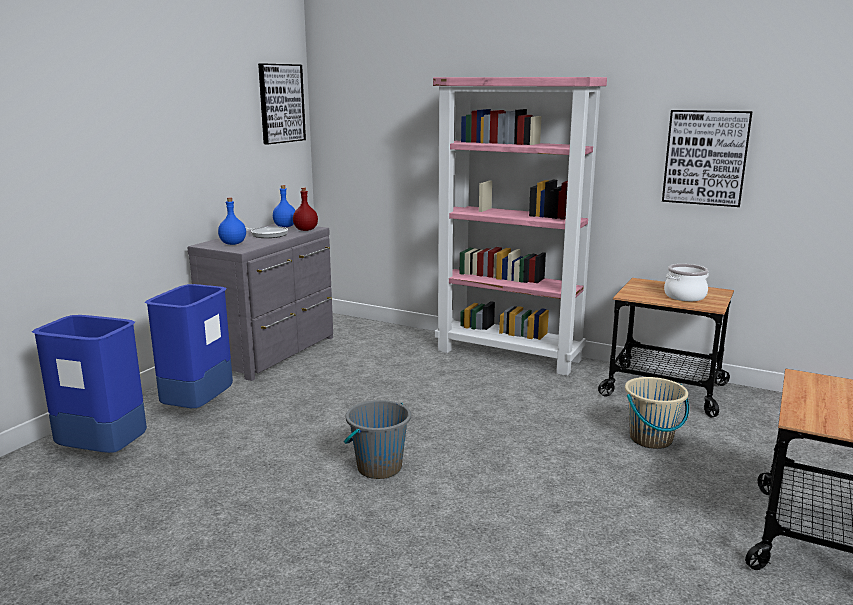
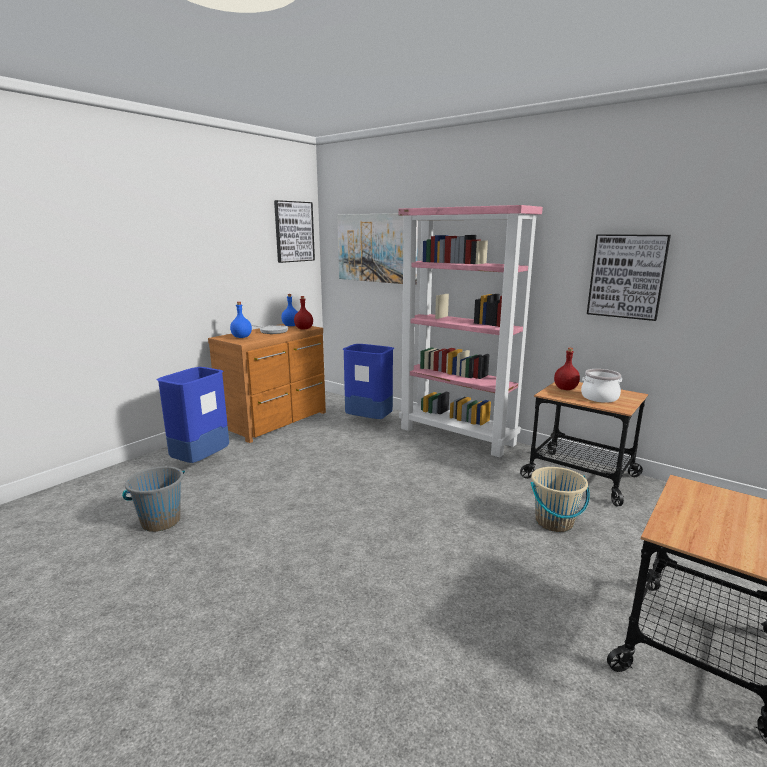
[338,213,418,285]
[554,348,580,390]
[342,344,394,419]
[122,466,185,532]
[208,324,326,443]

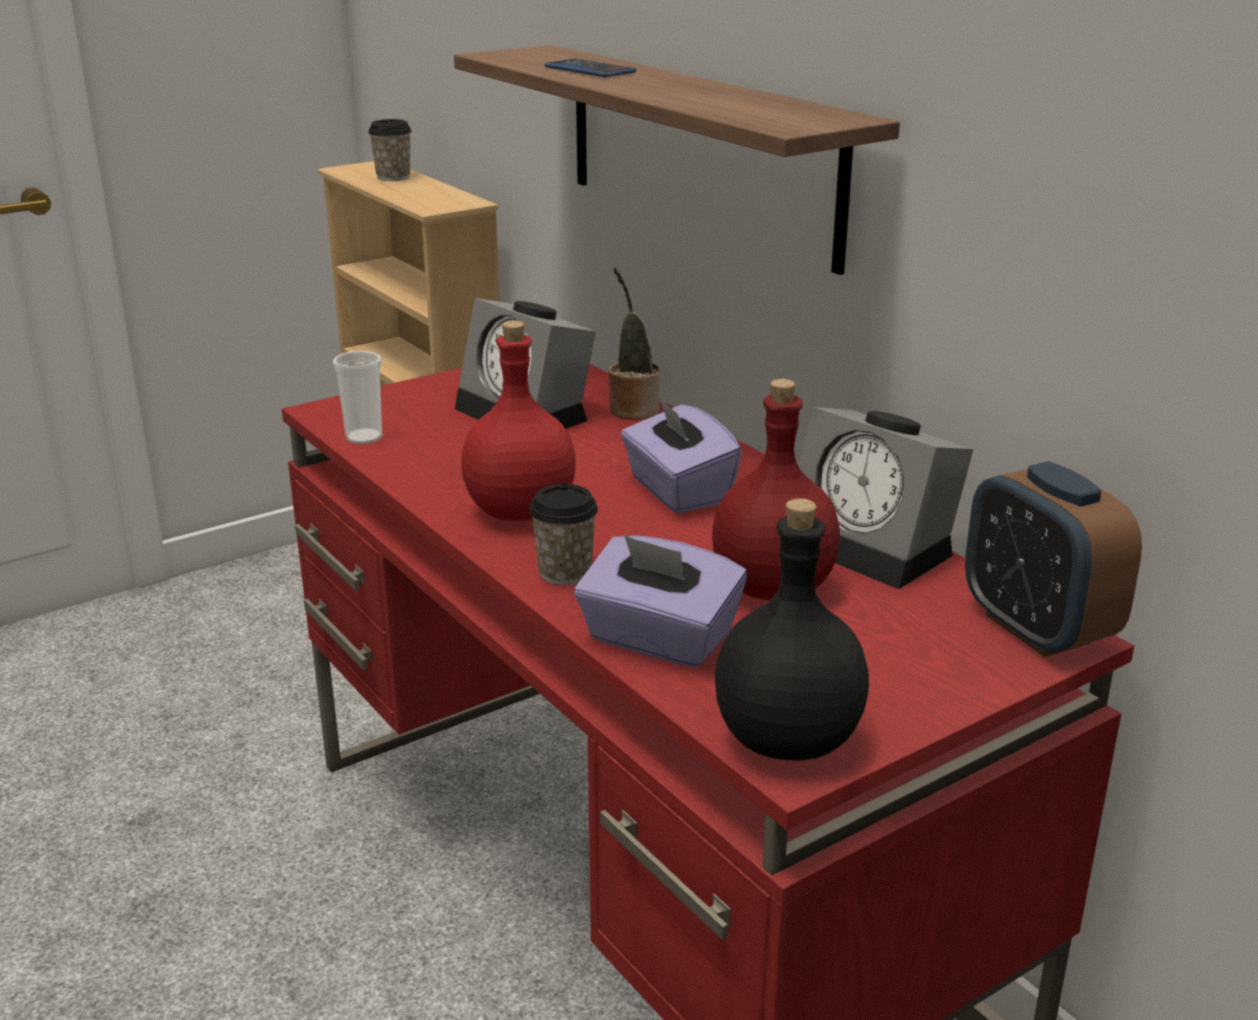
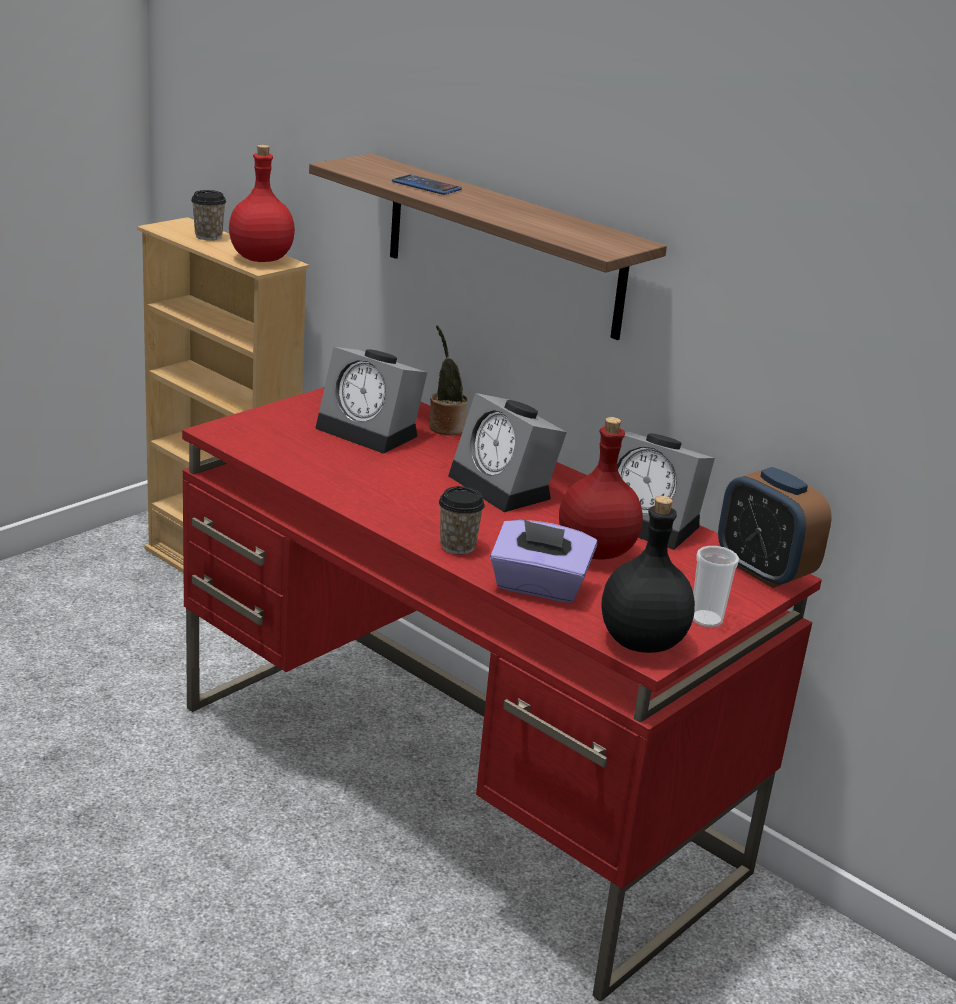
[693,546,739,628]
[229,145,295,262]
[448,393,567,512]

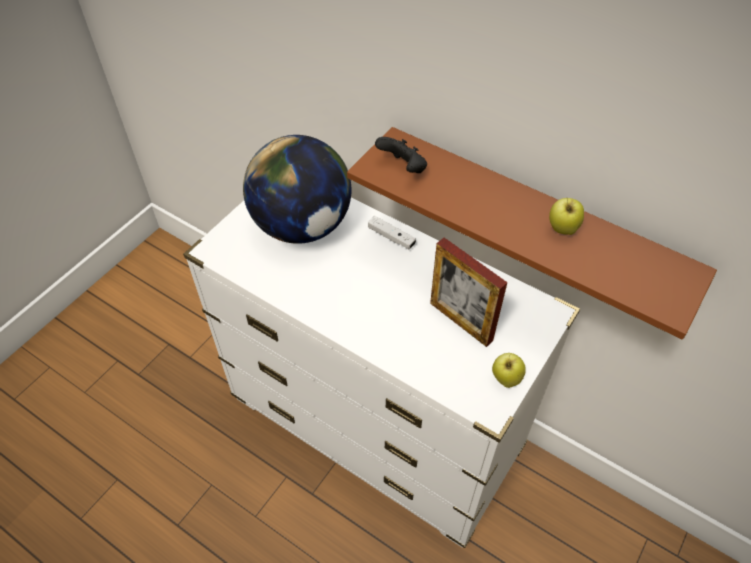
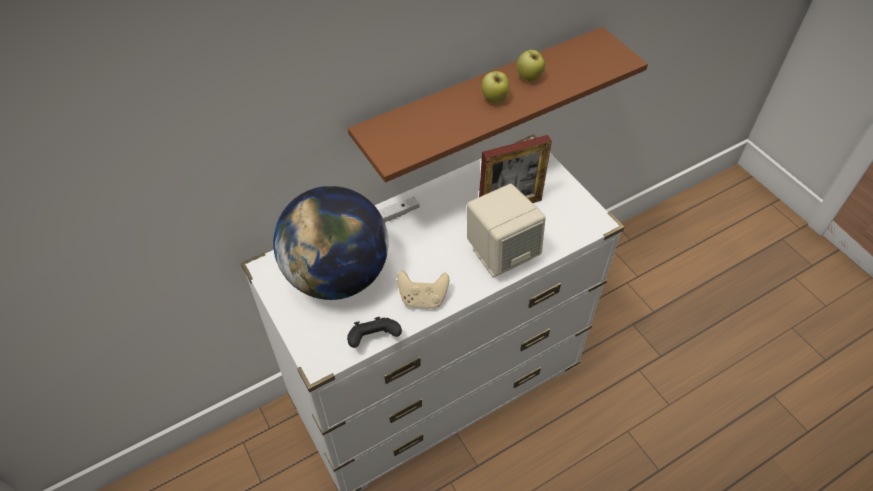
[397,270,449,309]
[467,184,546,278]
[347,317,402,348]
[481,71,510,103]

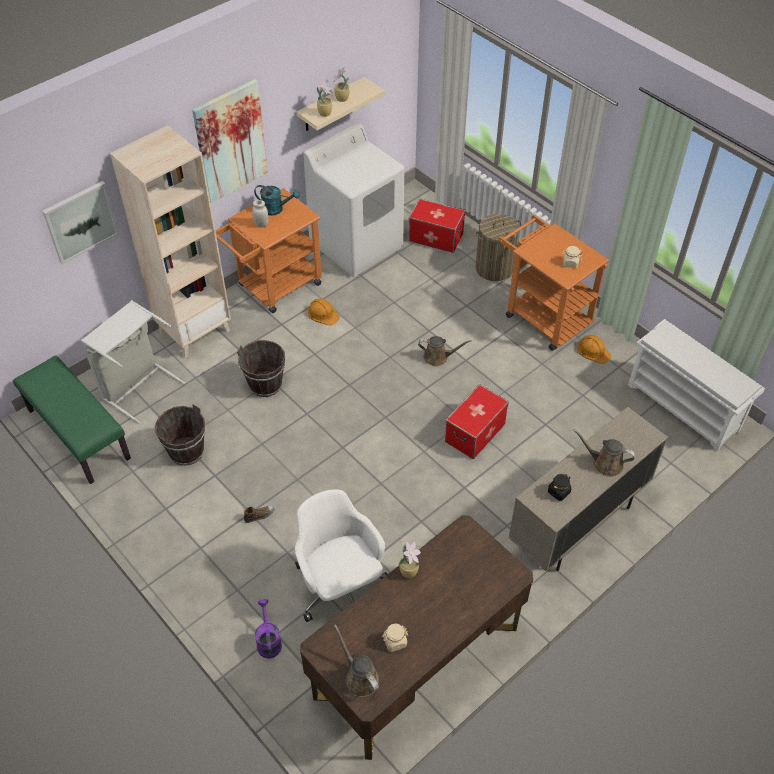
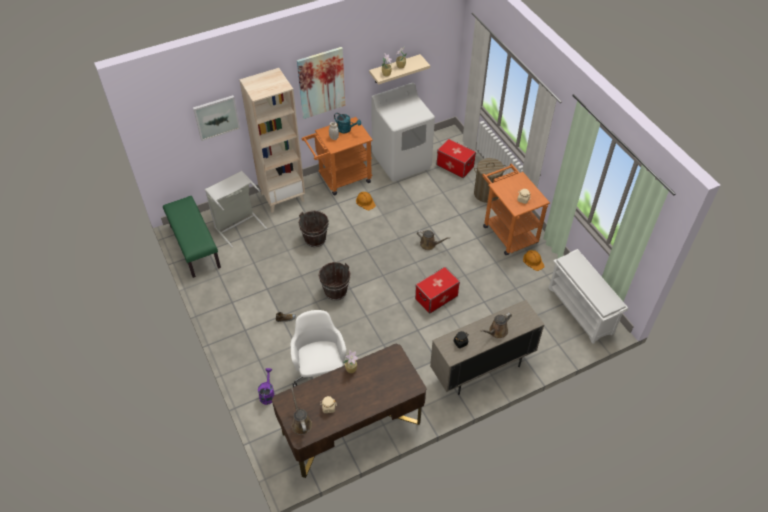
[318,262,351,301]
[480,312,512,338]

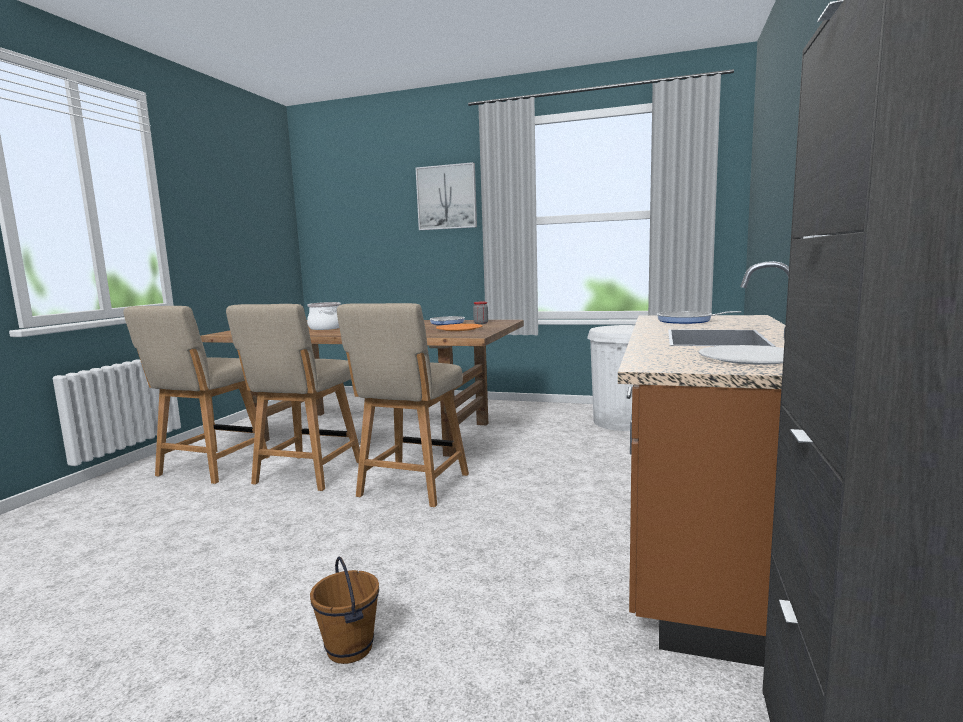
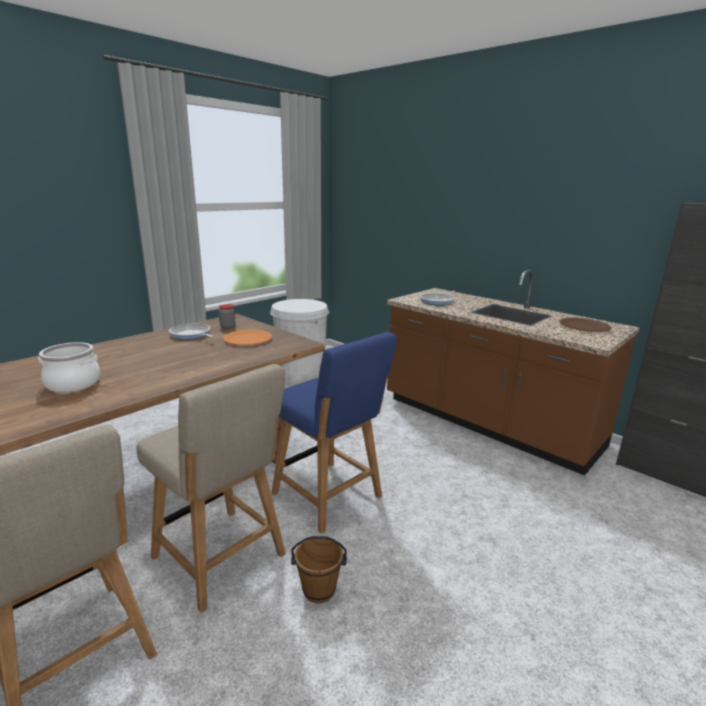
[416,162,477,230] (first image)
[291,536,347,604]
[271,332,397,534]
[559,318,612,332]

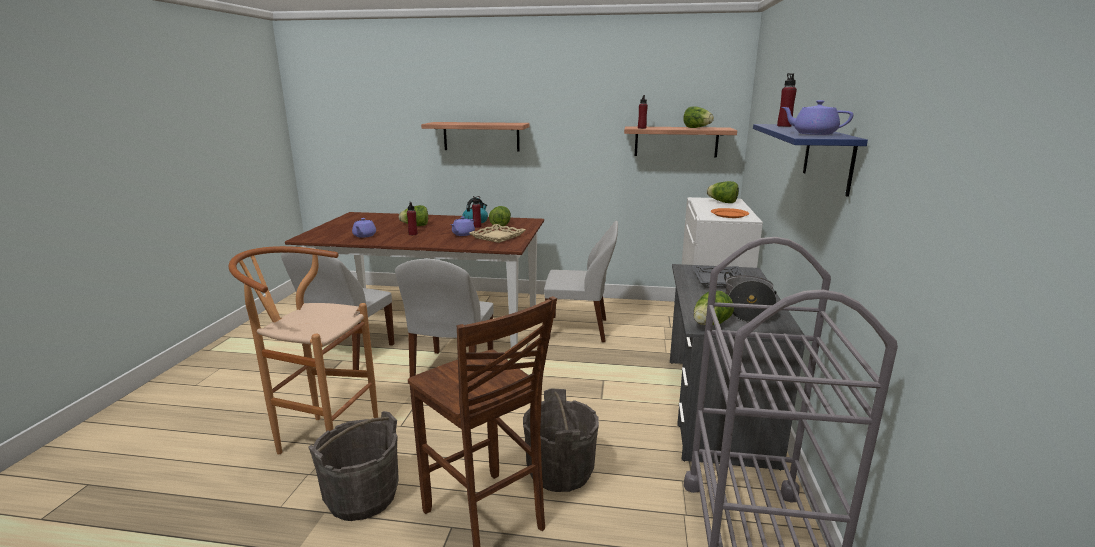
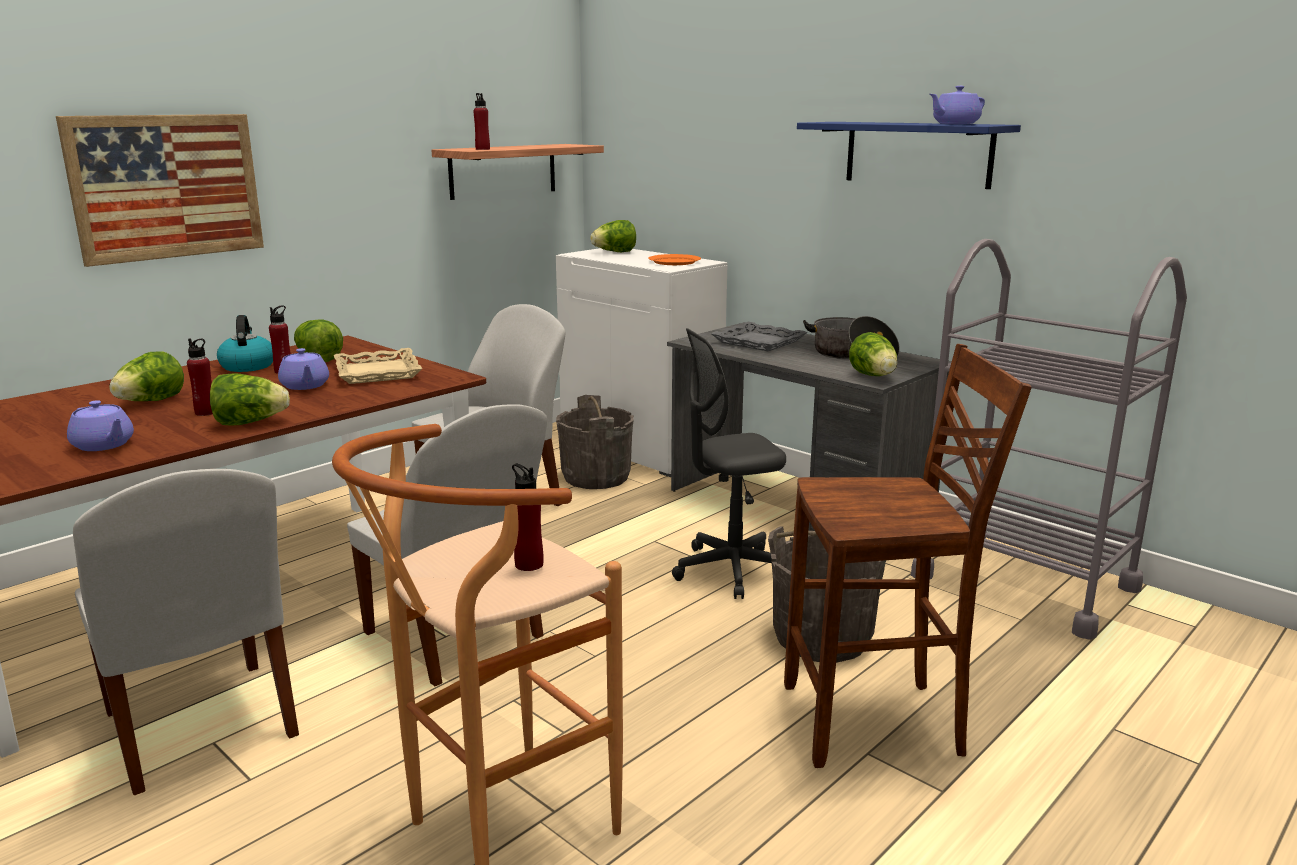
[672,328,786,599]
[556,395,634,489]
[210,373,290,425]
[512,464,544,571]
[56,114,264,267]

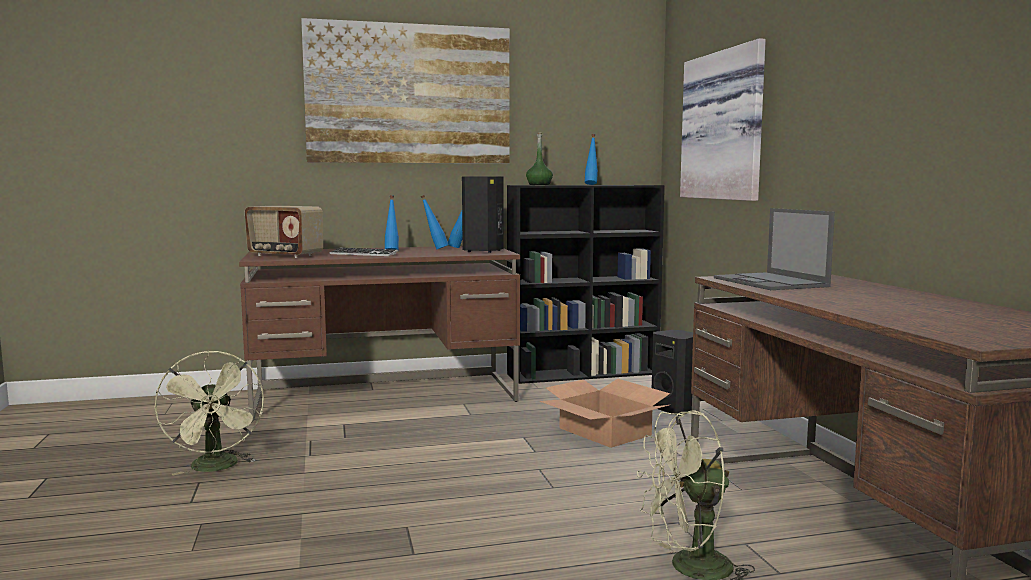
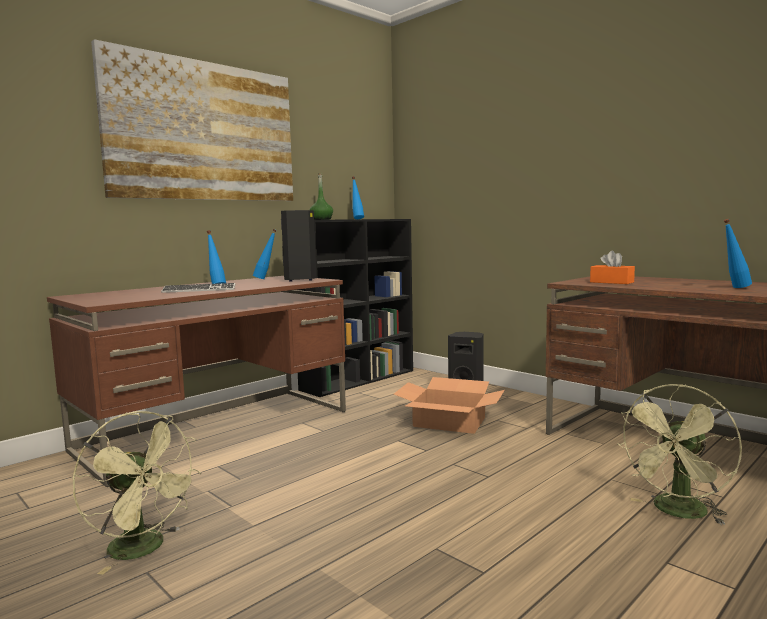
[245,206,323,258] (first image)
[680,38,766,201] (first image)
[724,219,752,288]
[590,251,635,284]

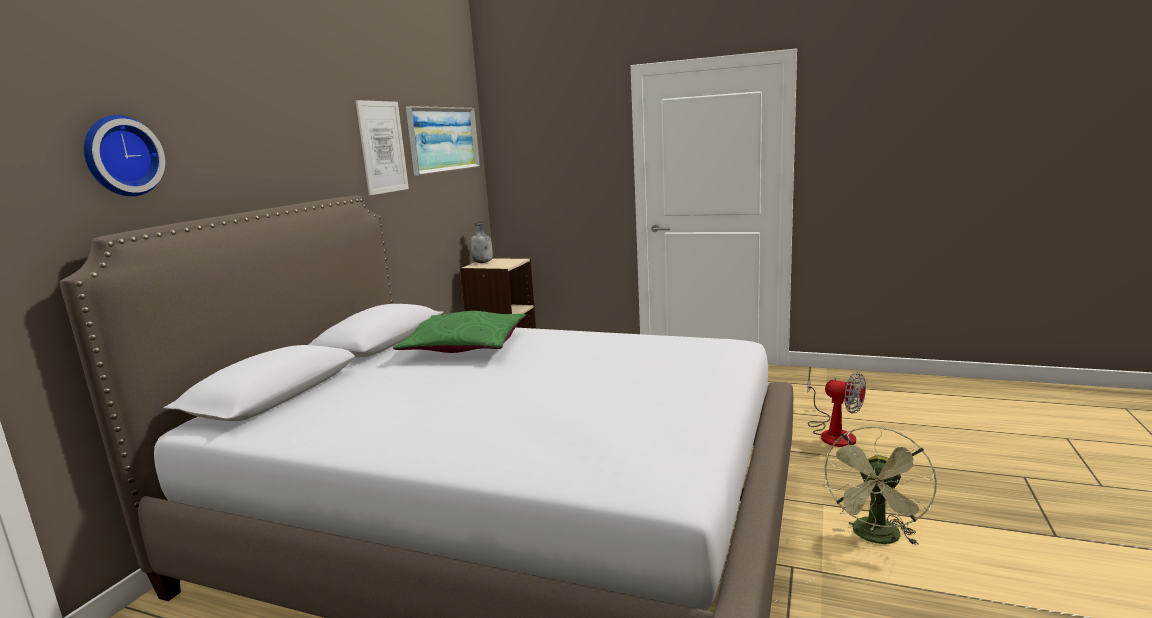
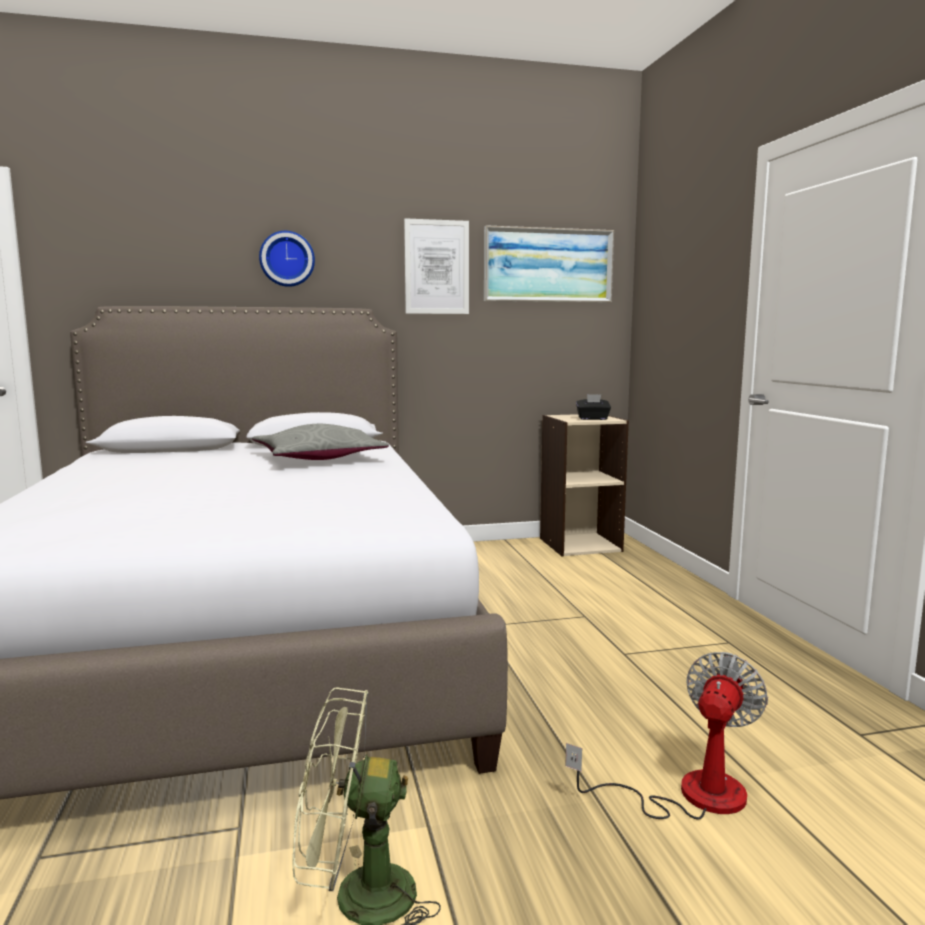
[470,222,493,263] (first image)
[576,394,611,420]
[259,231,315,287]
[252,424,389,460]
[565,652,768,820]

